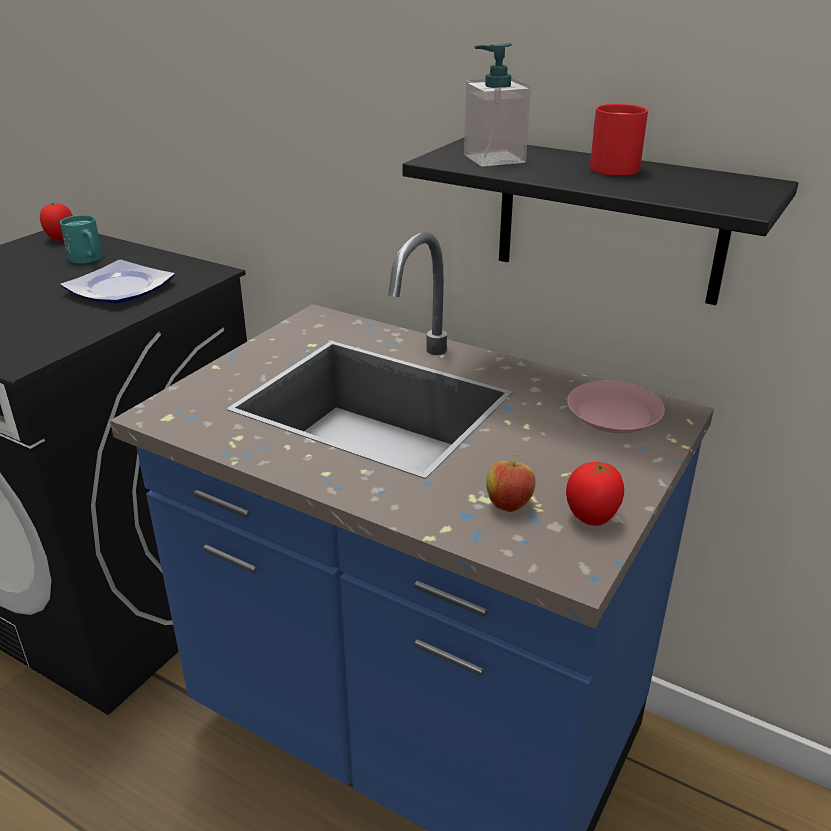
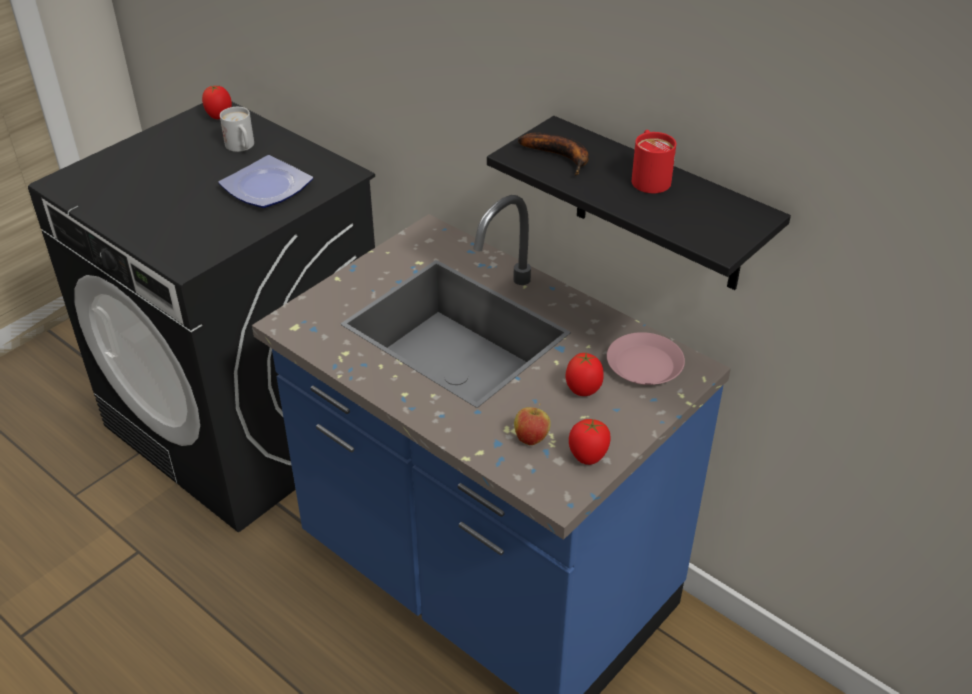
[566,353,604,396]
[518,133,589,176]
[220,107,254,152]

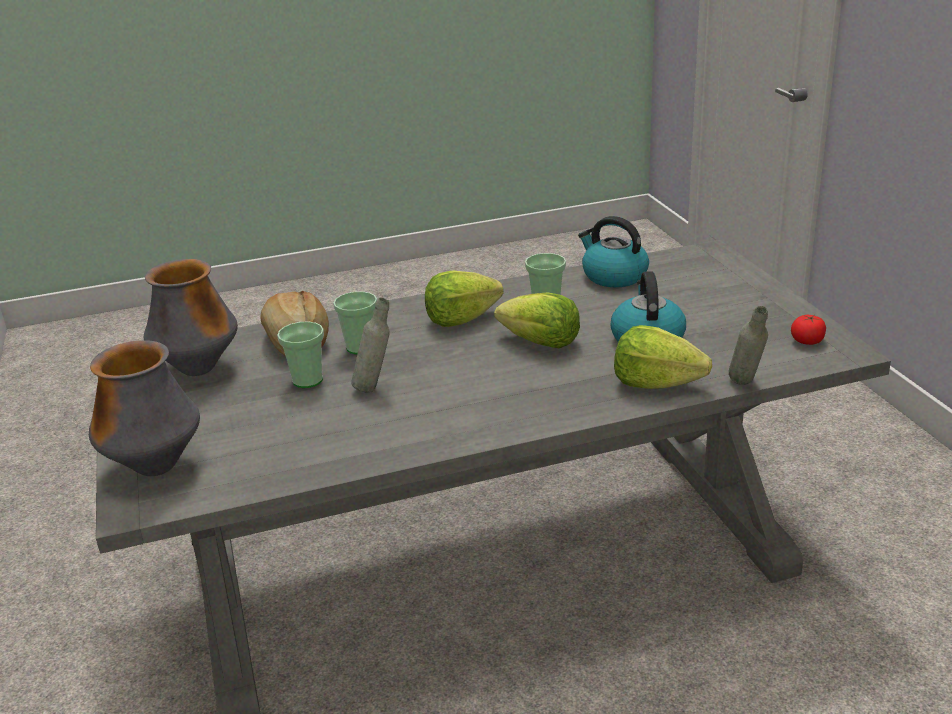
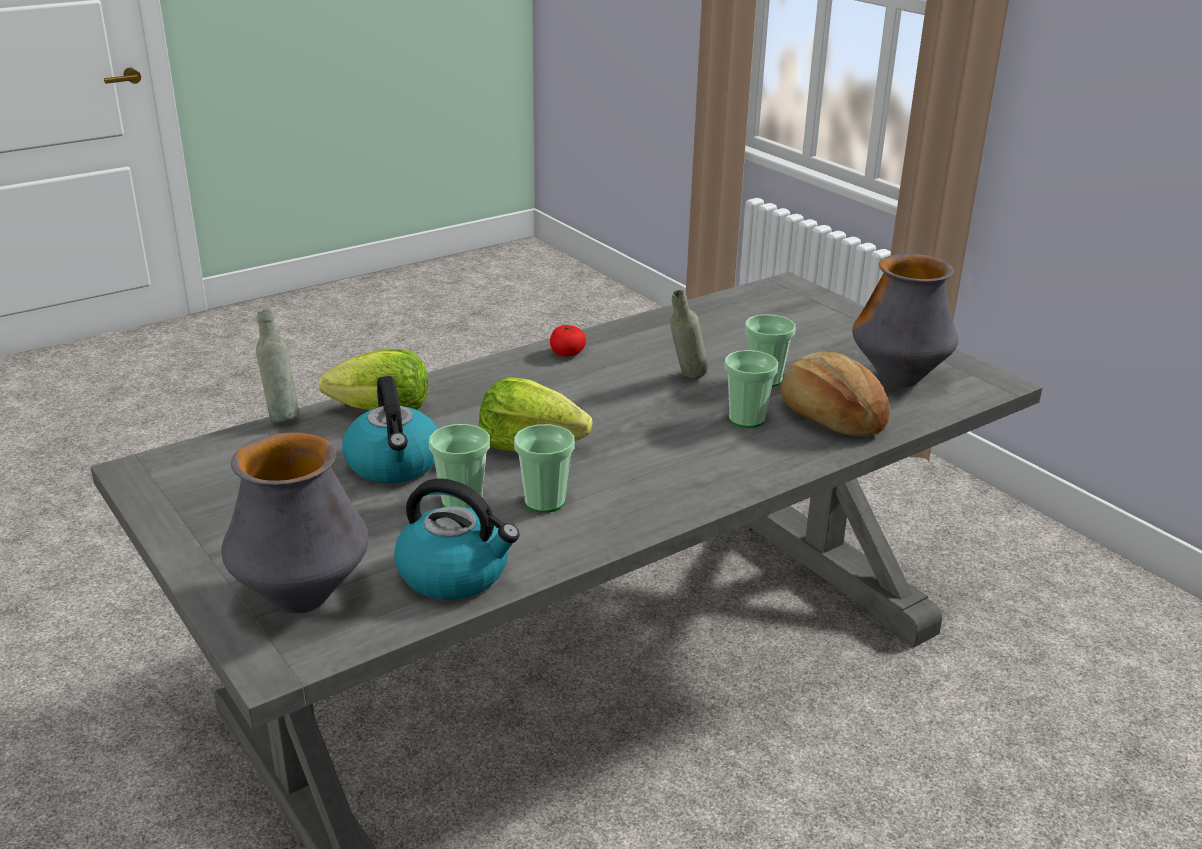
[425,270,503,327] (first image)
[429,424,490,509]
[221,432,369,613]
[550,325,586,357]

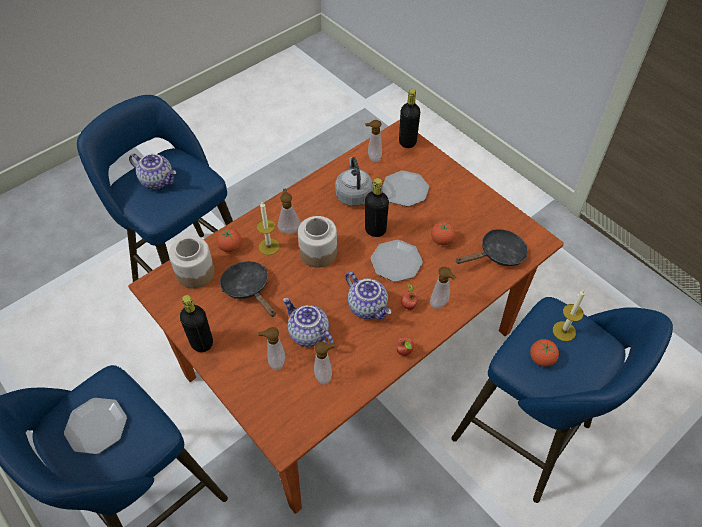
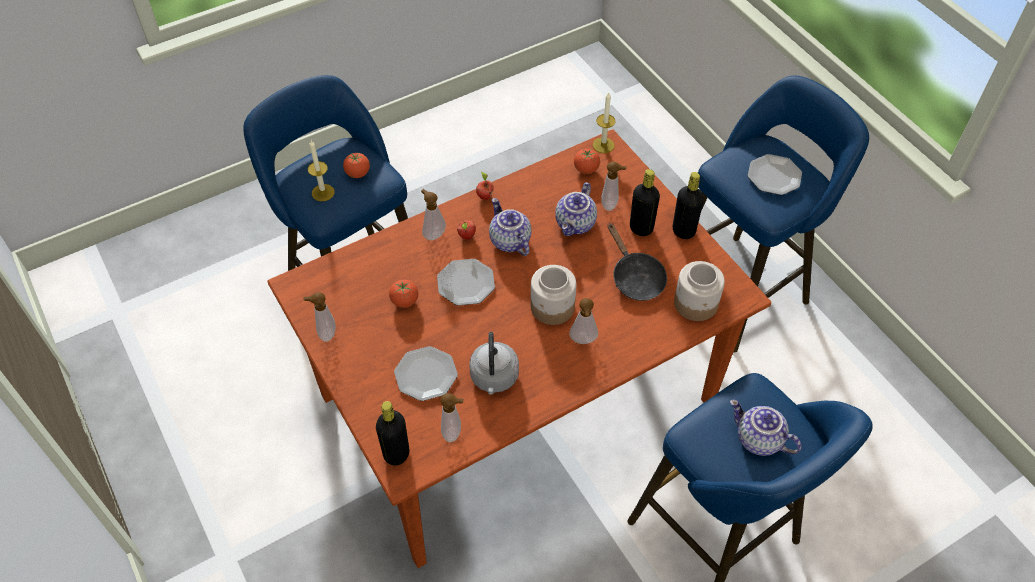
[455,229,528,266] (first image)
[574,149,600,174]
[593,92,616,153]
[303,292,336,342]
[630,169,660,236]
[555,182,597,236]

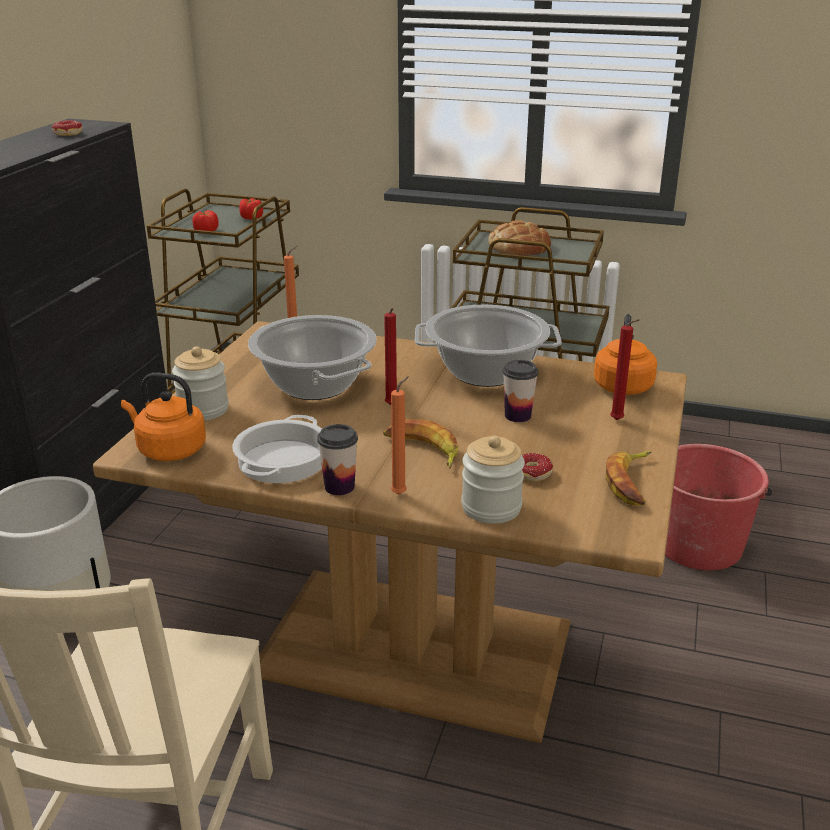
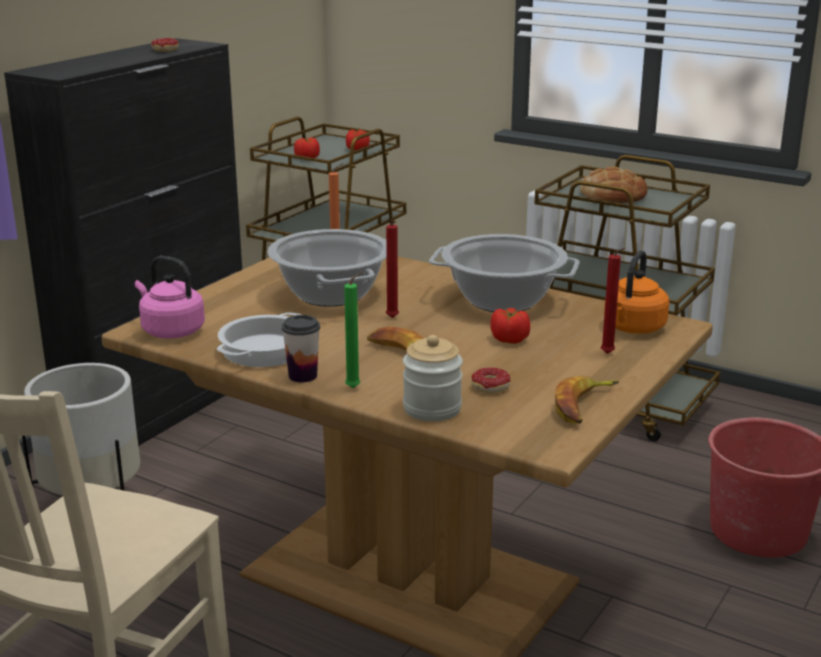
[172,346,229,421] (first image)
[490,308,530,344]
[135,256,205,339]
[344,271,363,388]

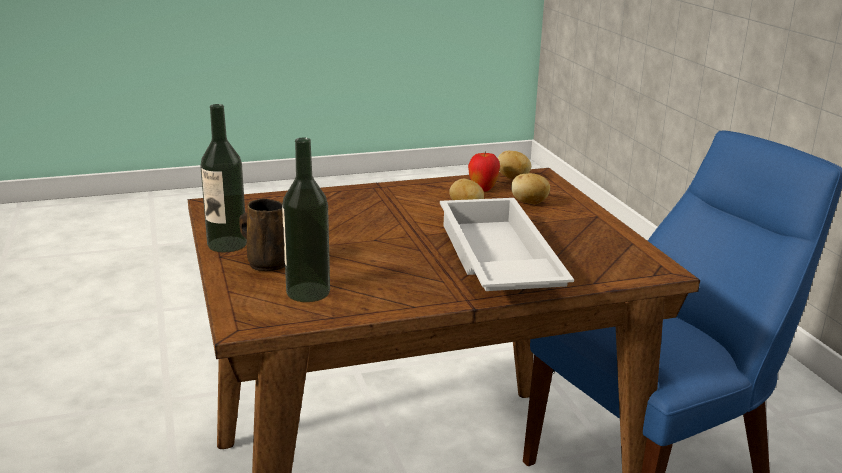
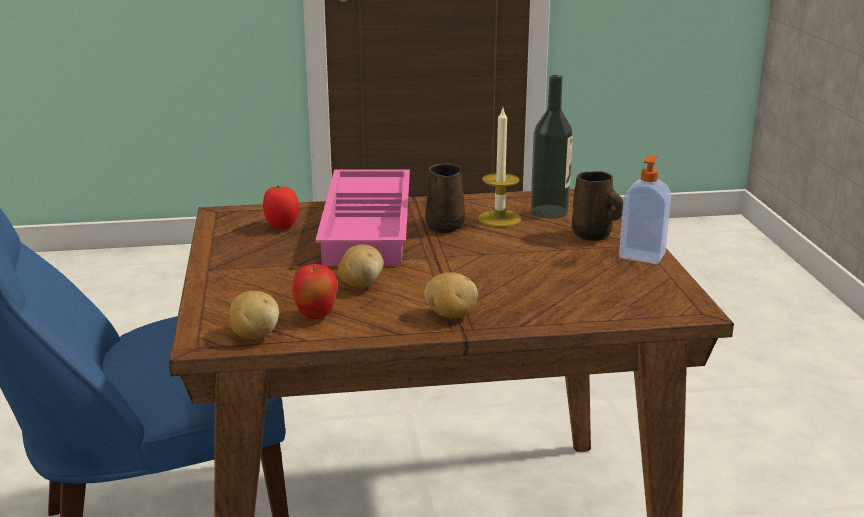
[263,186,299,229]
[425,163,465,233]
[479,108,521,227]
[424,272,478,319]
[619,155,671,264]
[315,170,410,266]

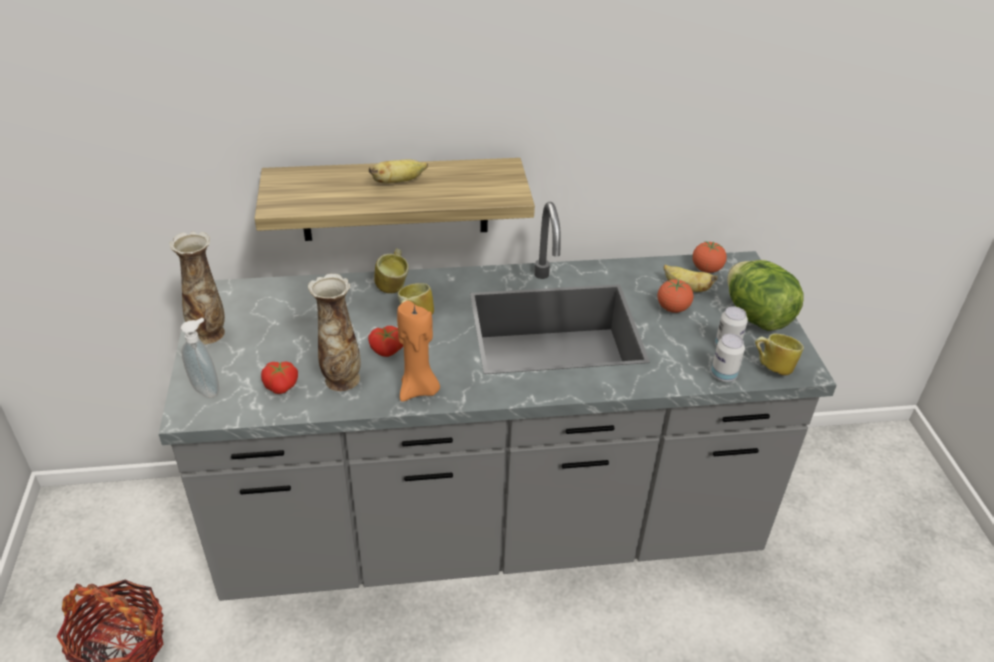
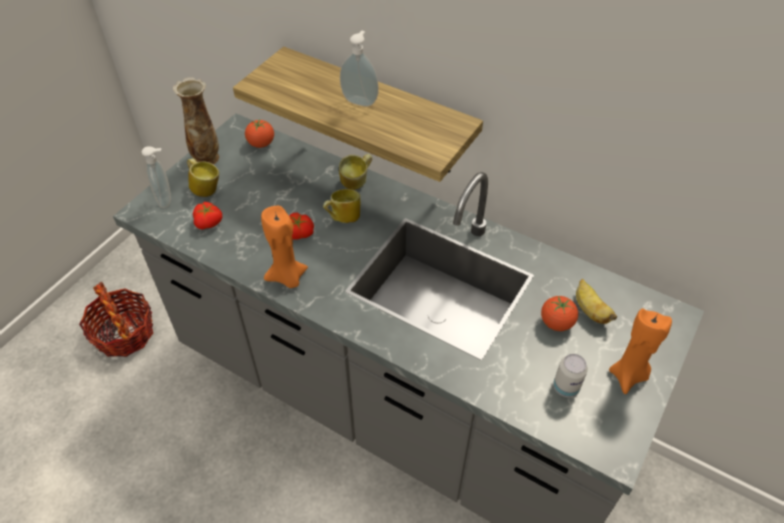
[308,274,361,391] (first image)
[711,334,745,382] (first image)
[245,119,274,148]
[187,158,219,197]
[340,31,379,106]
[609,309,672,394]

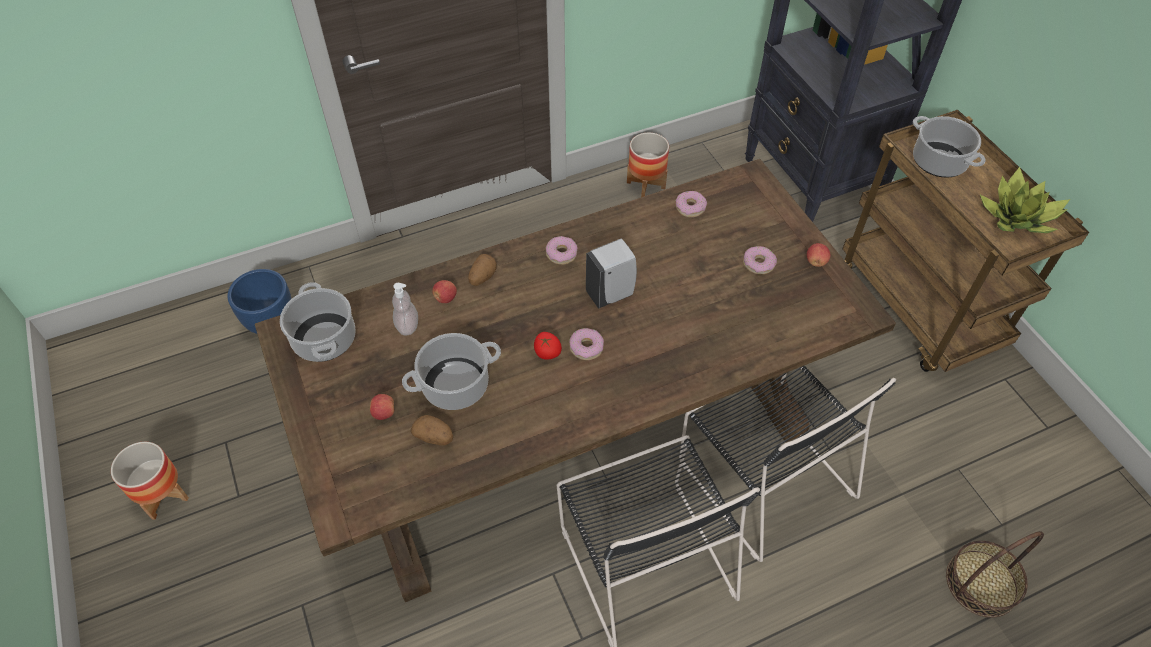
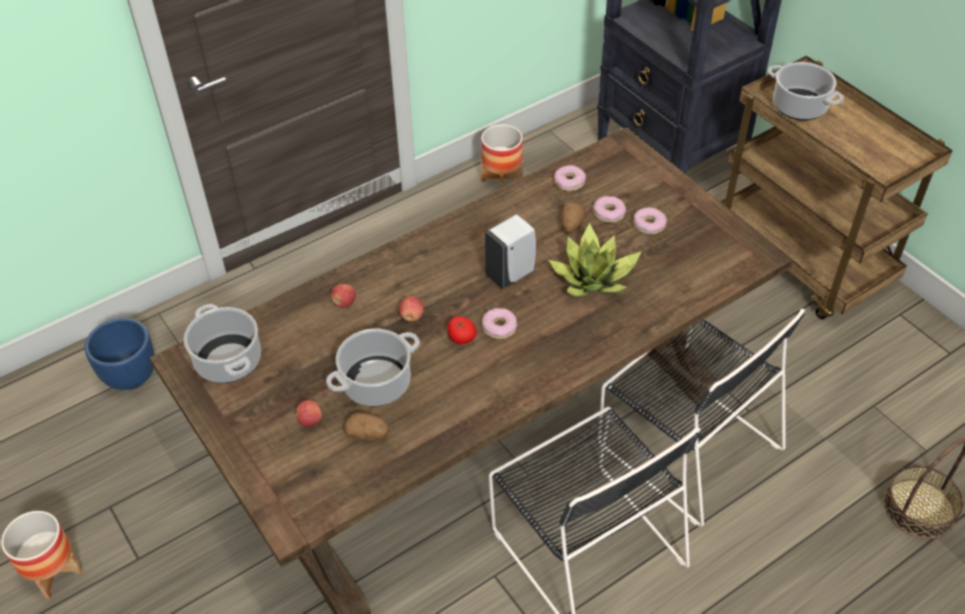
[392,283,418,335] (first image)
[561,202,585,233]
[593,196,626,223]
[399,296,424,321]
[549,223,641,297]

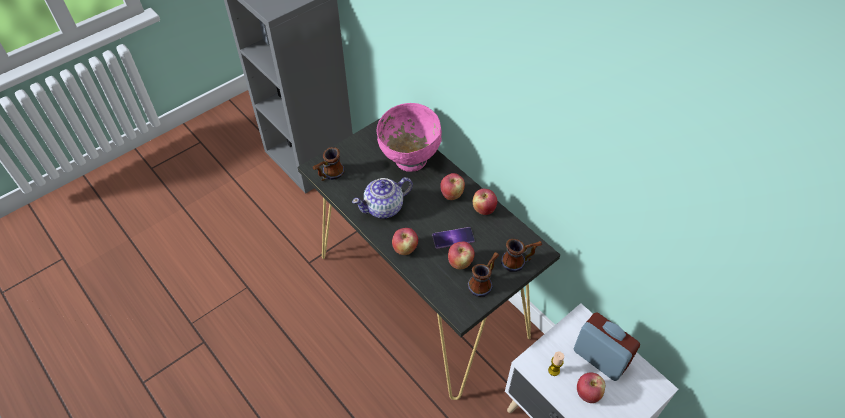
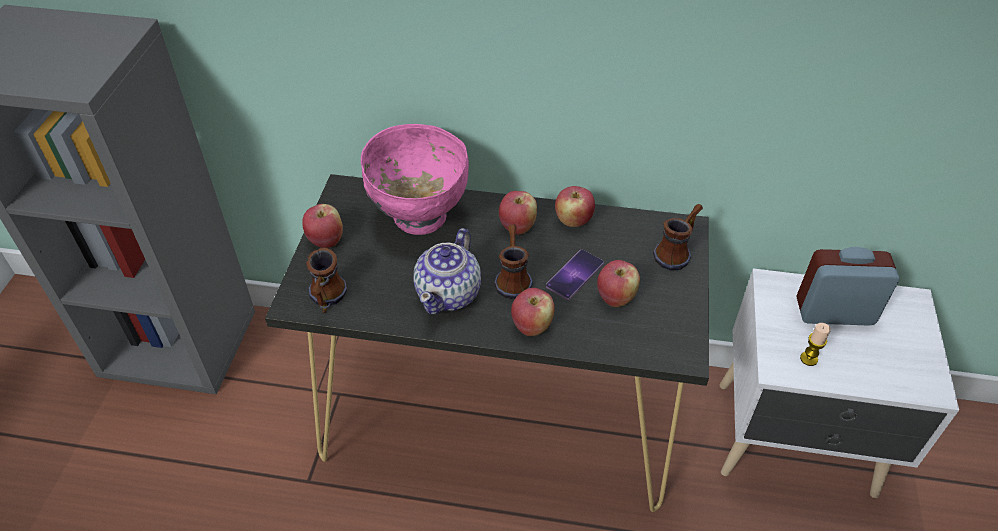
[494,224,533,300]
[302,204,343,248]

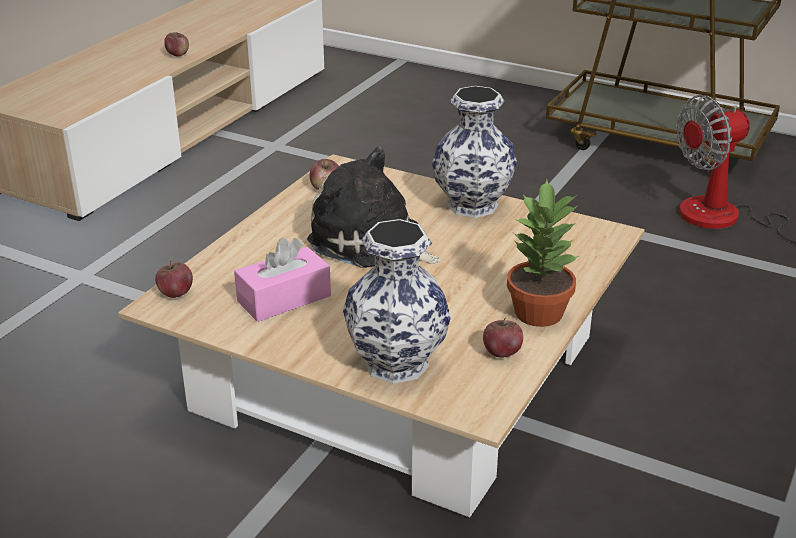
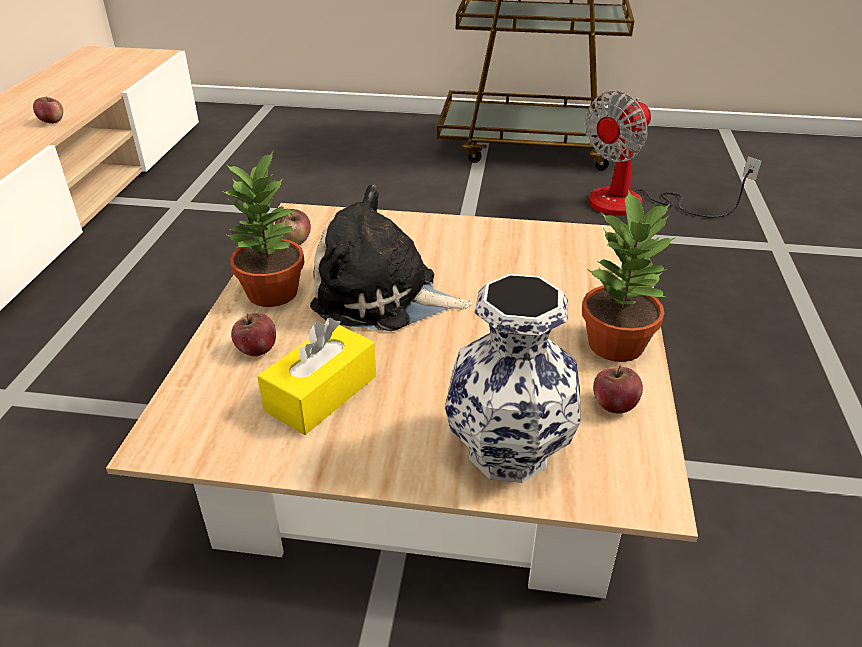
[432,86,517,218] (first image)
[222,151,305,307]
[231,313,276,356]
[257,318,376,435]

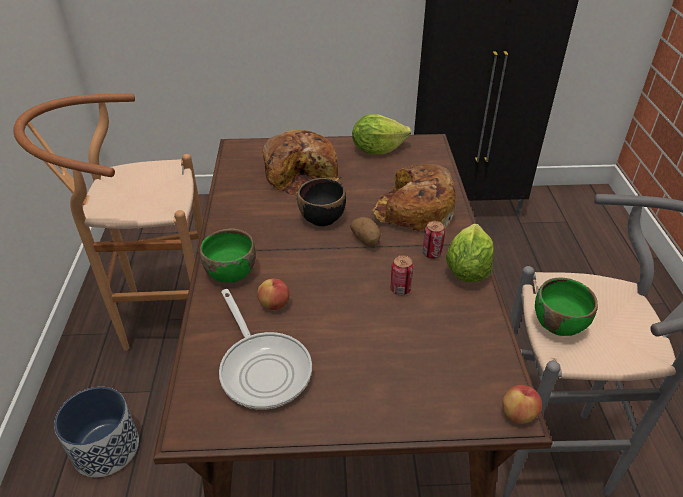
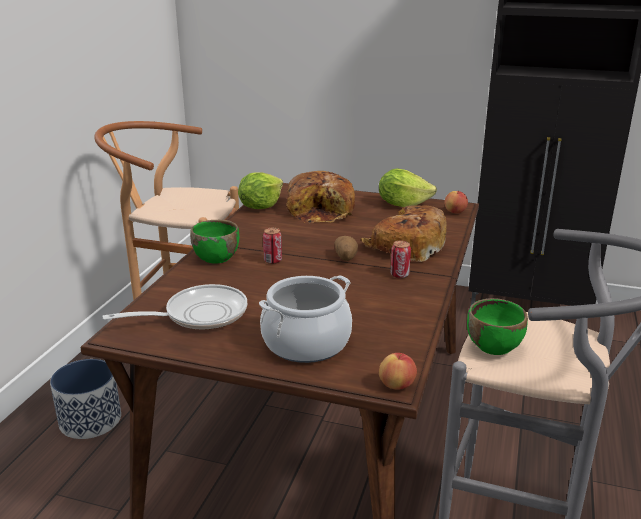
[297,178,346,226] (first image)
[259,275,352,363]
[445,191,468,213]
[263,228,282,264]
[238,172,283,209]
[102,284,247,330]

